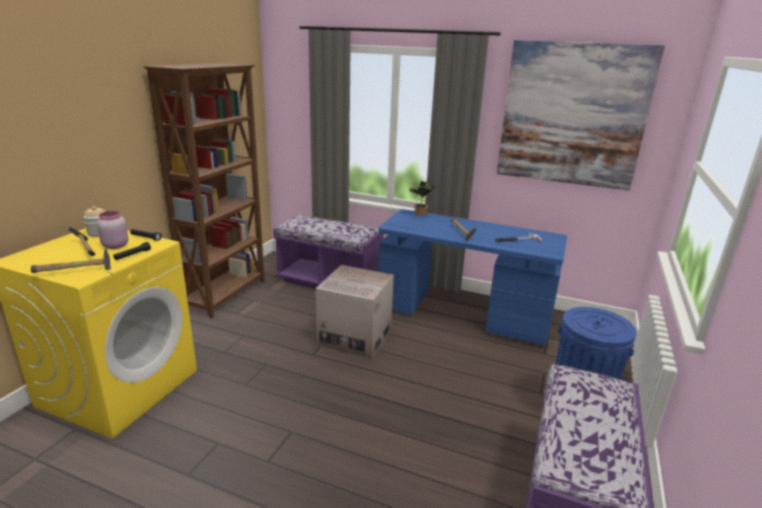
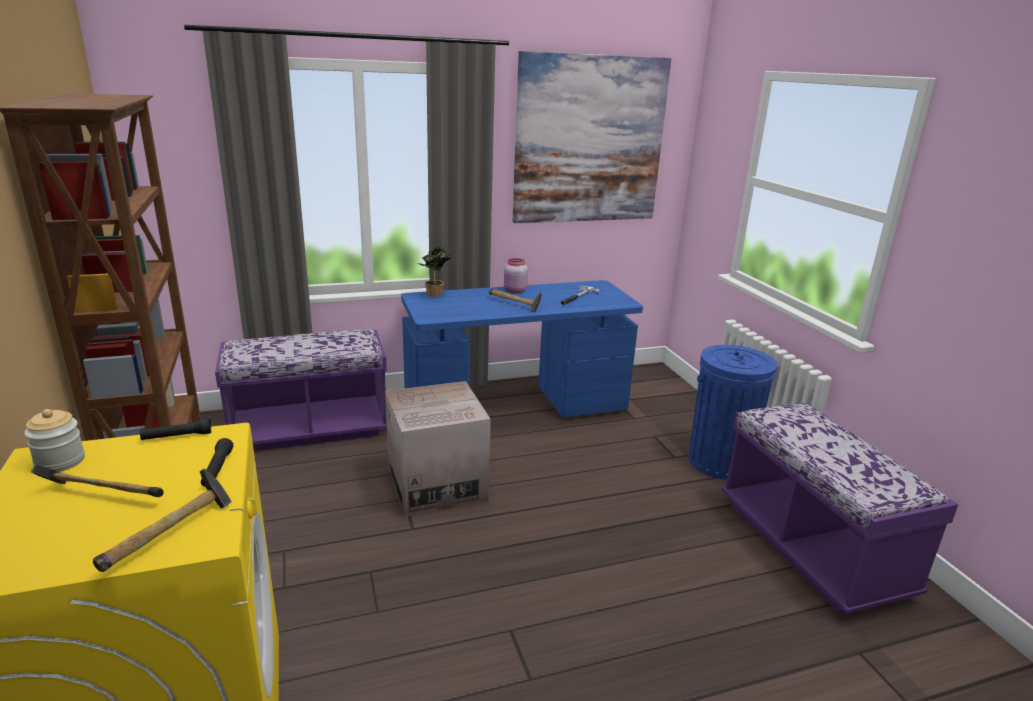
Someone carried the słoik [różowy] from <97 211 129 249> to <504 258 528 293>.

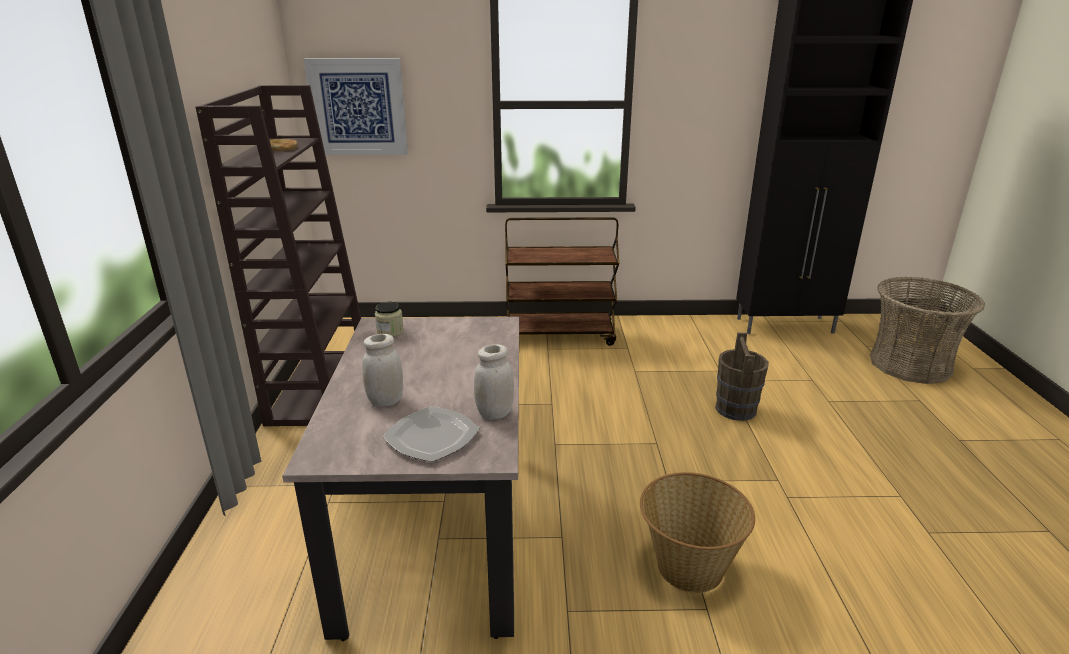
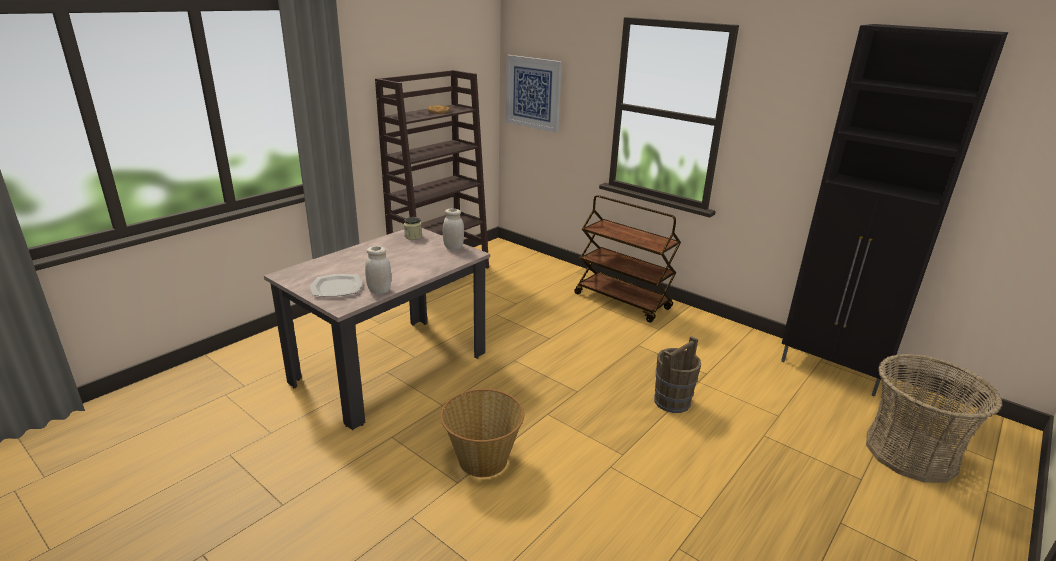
Someone carried the słoik [biały] from <362 334 403 407> to <443 208 464 250>.

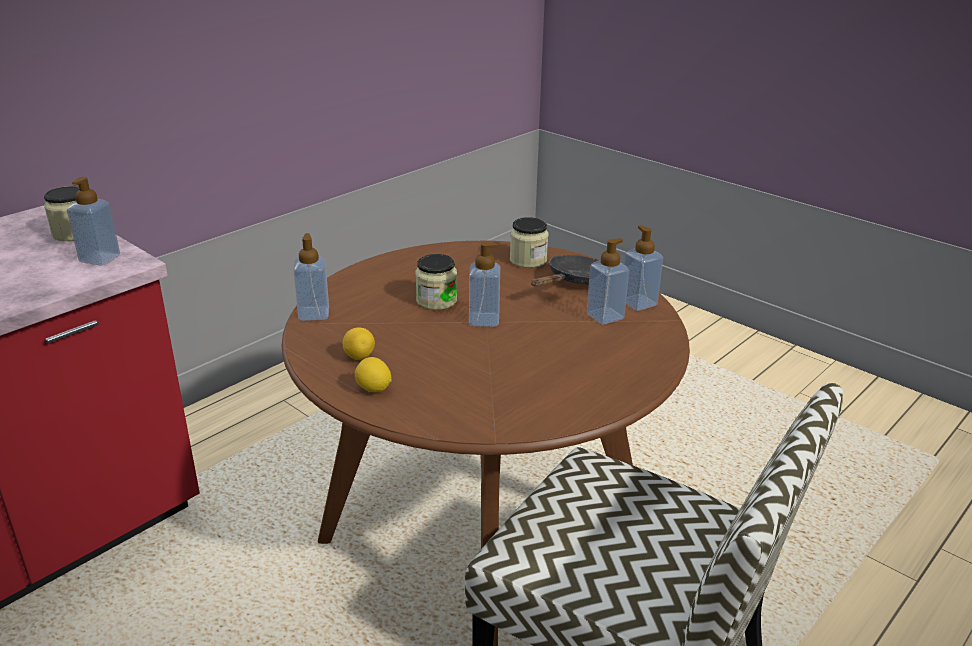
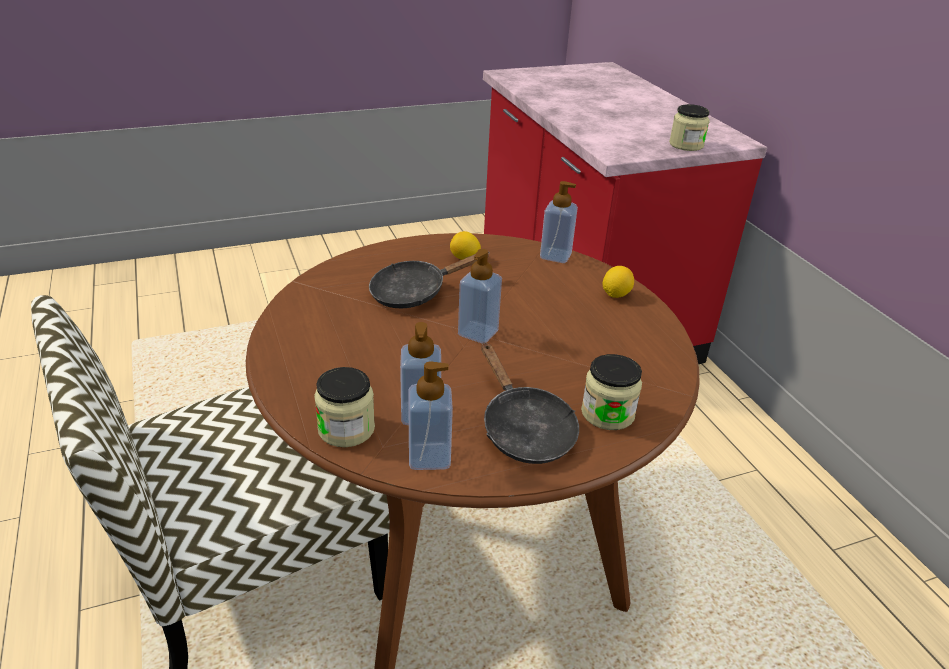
Someone took away the dozownik mydła at <67 177 120 265>. Someone put down the patelnia [czarny] at <369 252 490 308>. Someone carried the cytryna from <355 357 392 392> to <602 266 634 298>. Someone carried the słoik from <415 254 457 310> to <314 367 375 447>.

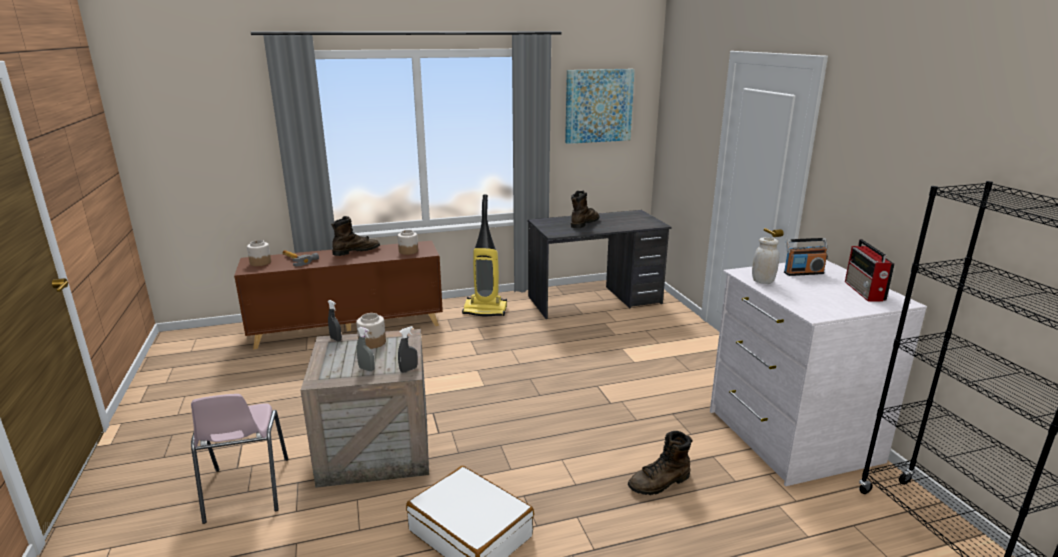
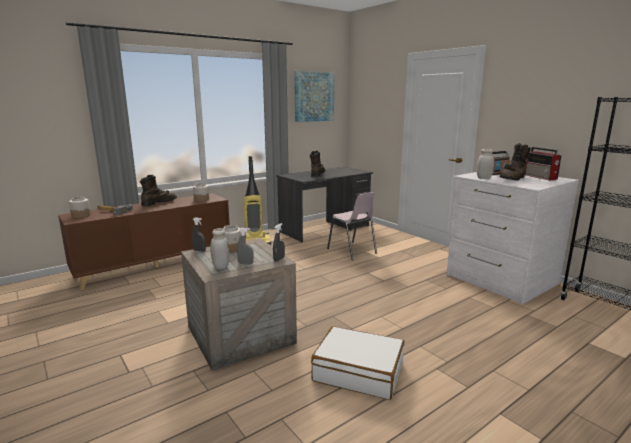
Someone put down the słoik [biały] at <210 228 229 269>. Someone carried the krzesło [różowy] from <191 394 288 524> to <327 192 377 260>. Someone carried the but z cholewką [brązowy] from <628 431 692 495> to <500 143 531 180>.

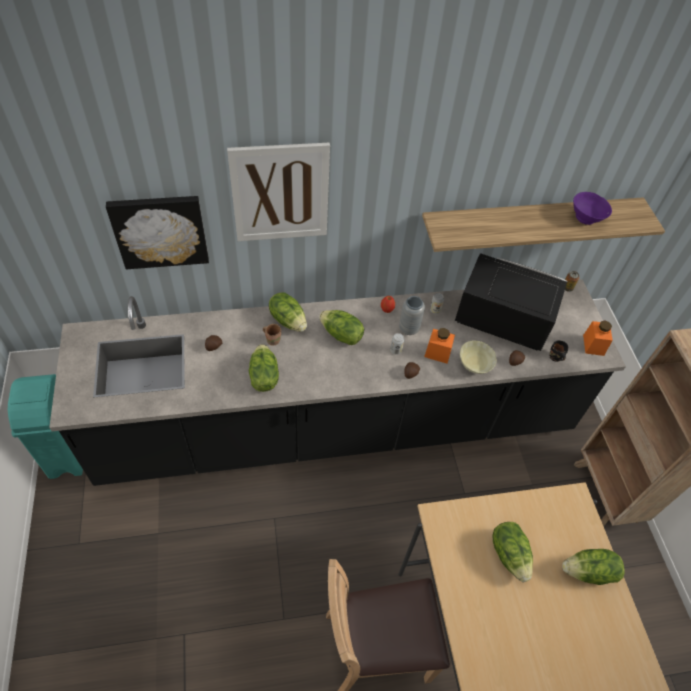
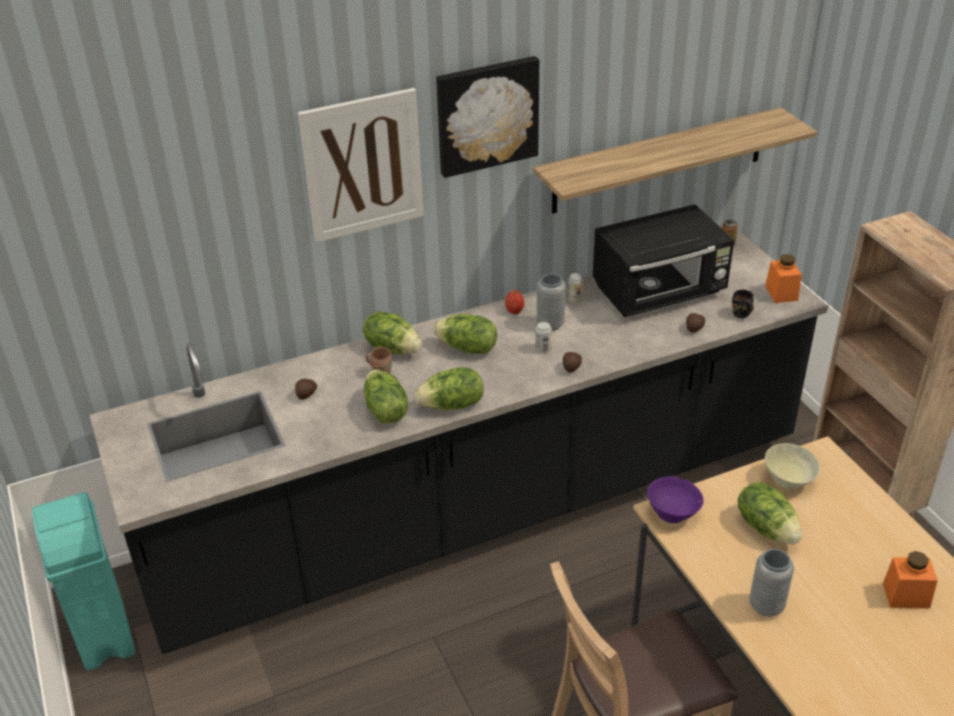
Someone put down the wazon [szary] at <749 549 794 617>. Someone carried the obraz from <106 196 209 269> to <436 56 539 178>. Someone carried the słoik [pomarańczowy] from <424 328 455 364> to <883 551 938 609>. Someone carried the miska [beżowy] from <460 340 497 374> to <765 443 820 489>. Someone carried the sałata from <562 549 625 585> to <414 367 484 410>. Someone carried the miska [fioletowy] from <573 192 612 225> to <647 476 704 523>. Someone rotated the mikrofalówka [czarny] at <455 253 567 351> by 150 degrees clockwise.

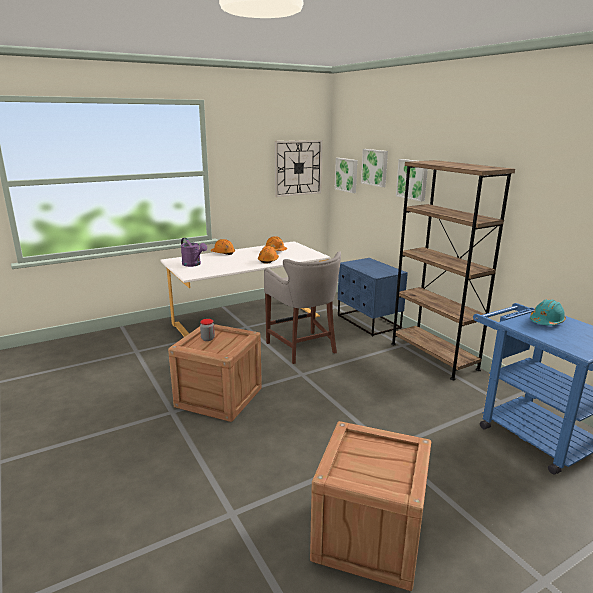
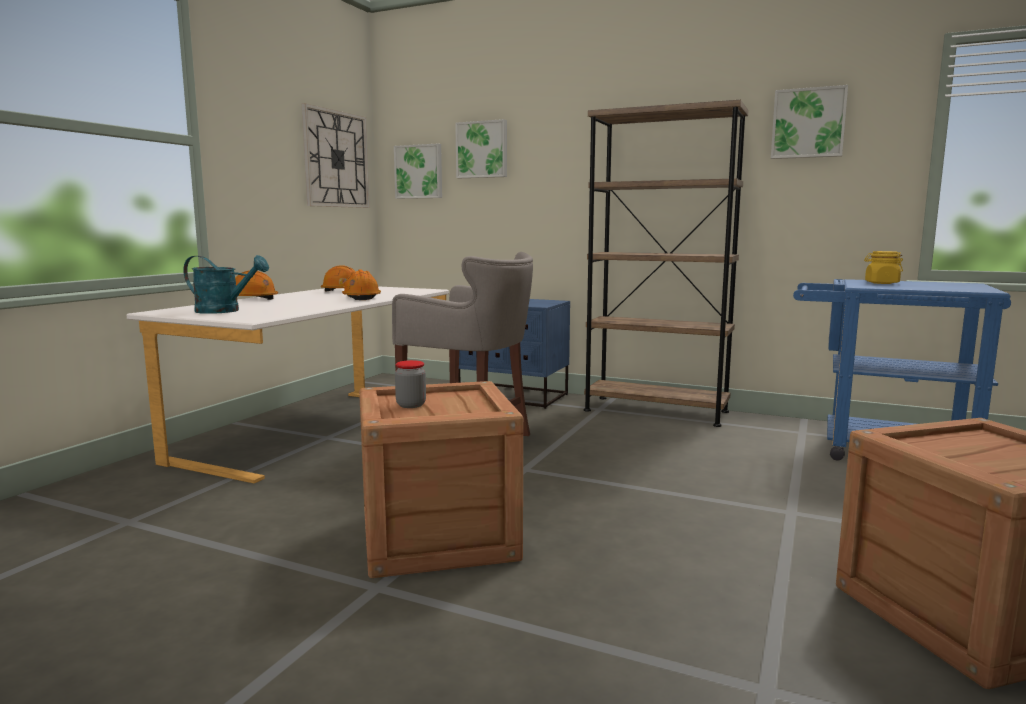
Someone carried the obraz from <396 159 428 202> to <771 85 848 159>. Someone swapped the kask [turkusowy] at <530 299 566 326> for the słoik [żółty] at <864 251 903 284>. Someone repainted the konewka [fioletowy] at <181 238 207 267>, which became the konewka [turkusowy] at <183 255 269 314>.

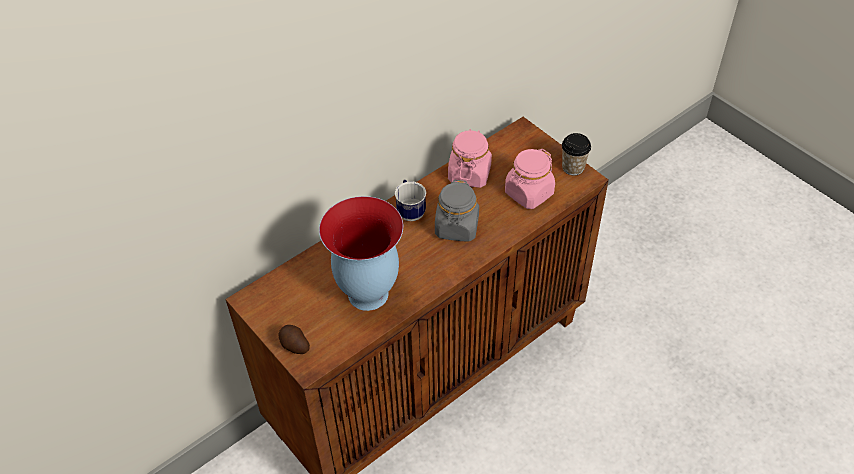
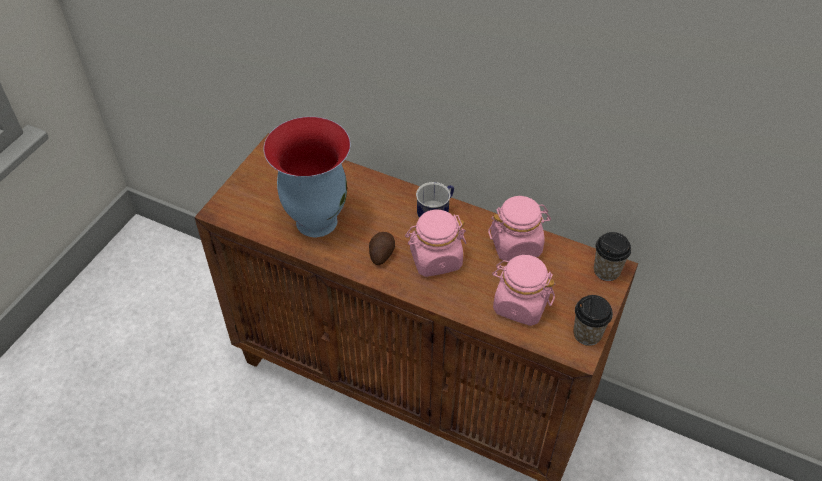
Someone put down the filiżanka at <594 232 631 281>. Someone carried the ziemniak from <279 325 310 354> to <369 232 395 265>. Someone repainted the słoik [szary] at <435 180 479 242>, which became the słoik [różowy] at <405 210 467 277>.

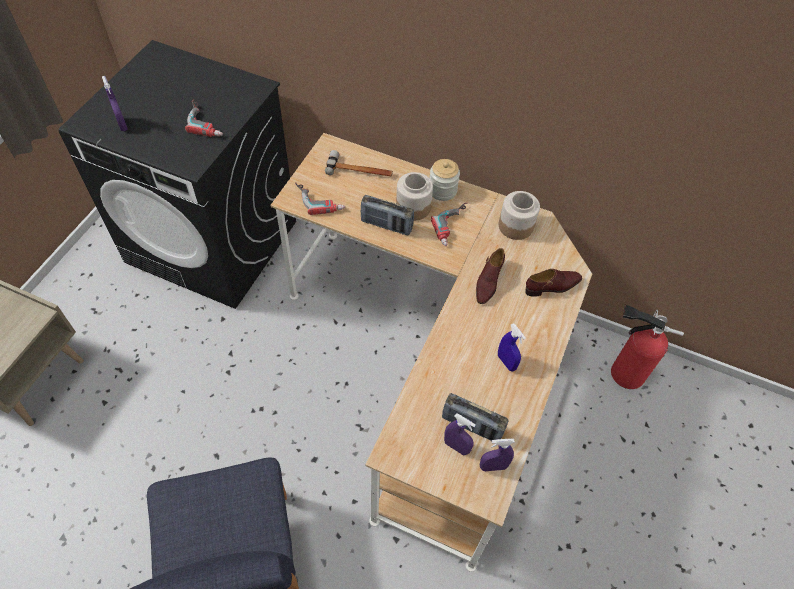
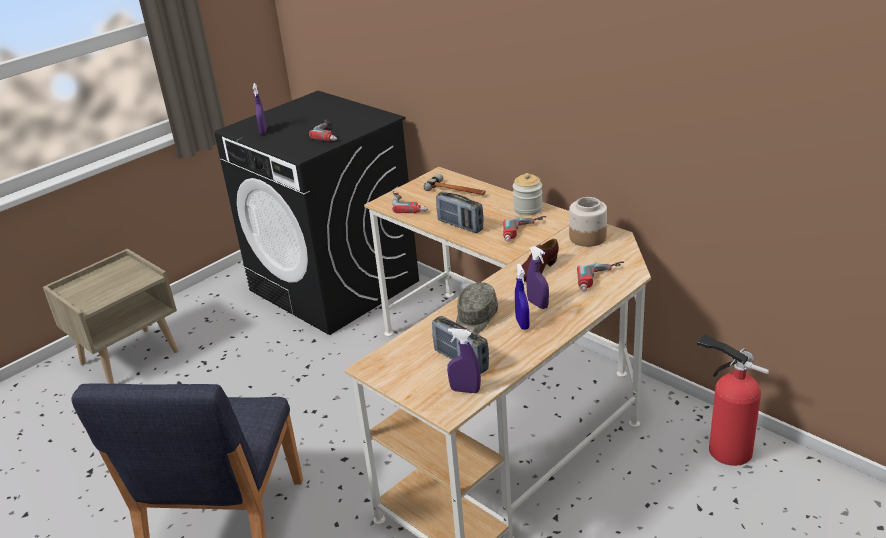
Someone took away the słoik at <396 172 433 221>. Someone put down the czapka z daszkiem [szary] at <456 282 498 334>. Someone carried the spryskiwacz [fioletowy] from <444 413 476 455> to <526 246 549 309>. Someone swapped the but [brązowy] at <525 269 582 297> for the wiertarka at <577 261 624 292>.

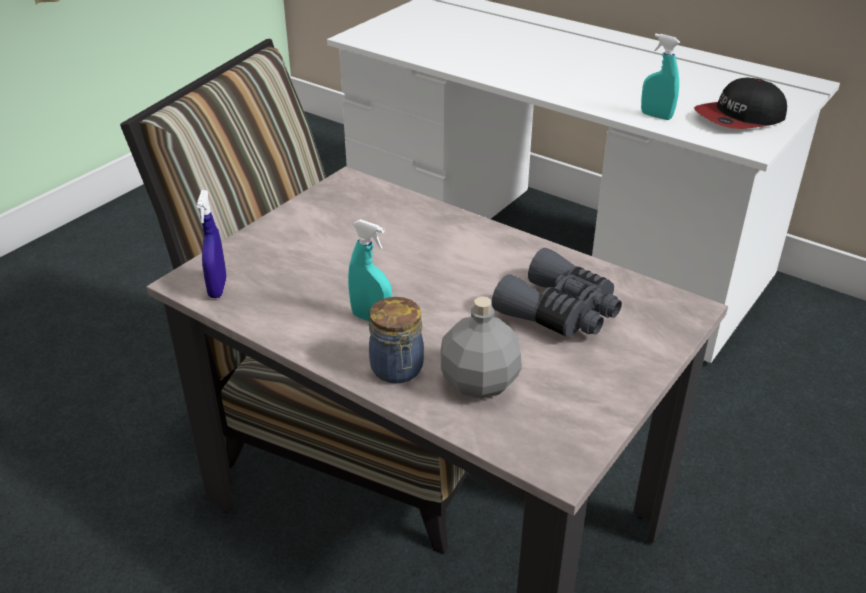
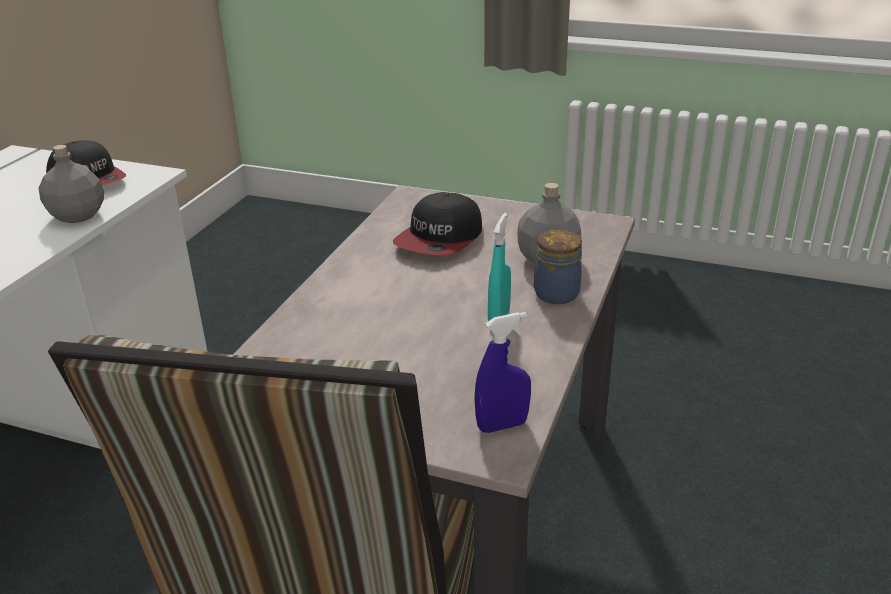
Someone swapped the lornetka [szary] at <492 248 622 337> for the czapka z daszkiem at <393 192 482 255>. Someone swapped the spryskiwacz [turkusowy] at <641 33 680 120> for the butelka [szary] at <39 145 104 223>.

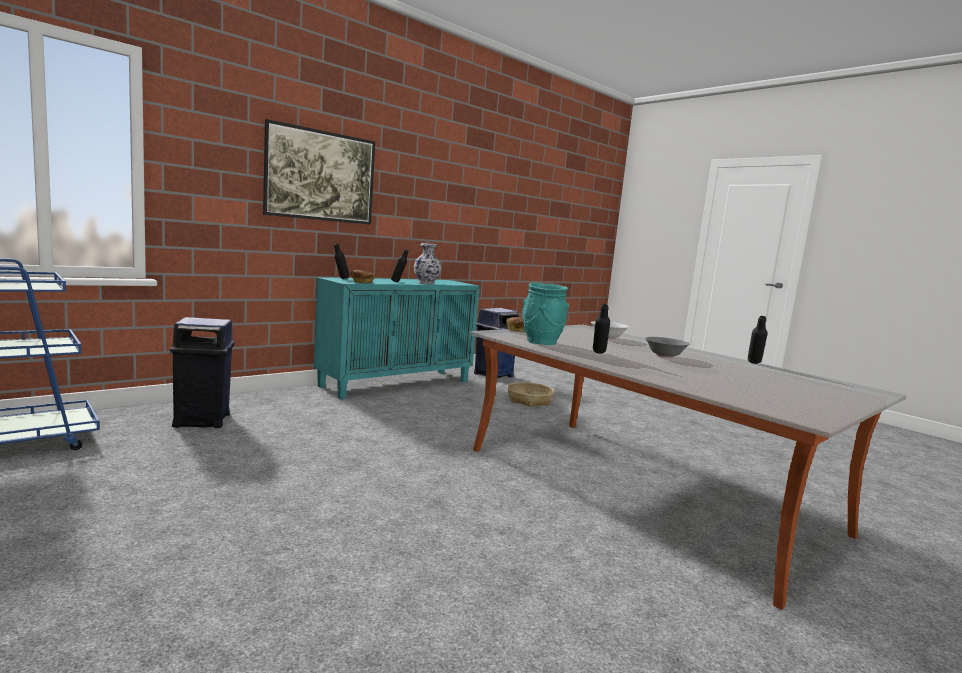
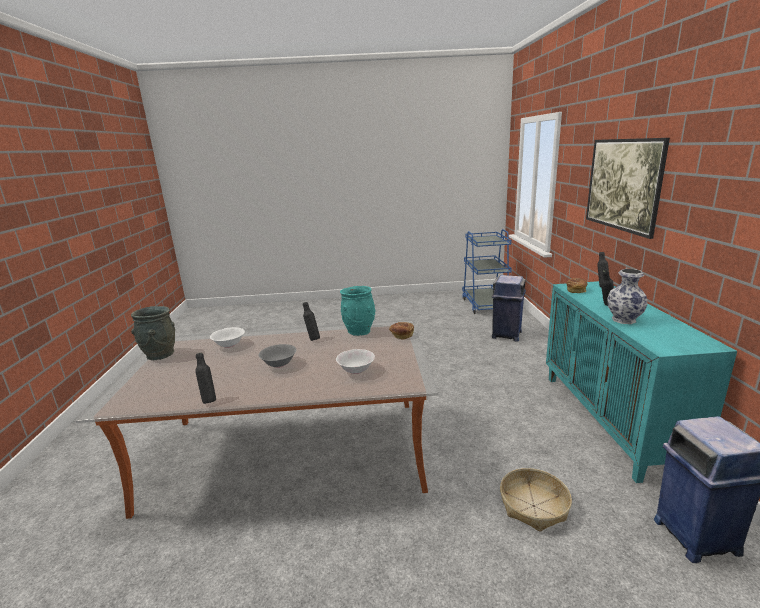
Someone put down the wazon [szary] at <131 306 175 360>. Someone put down the miska [biały] at <210 327 245 348>.

